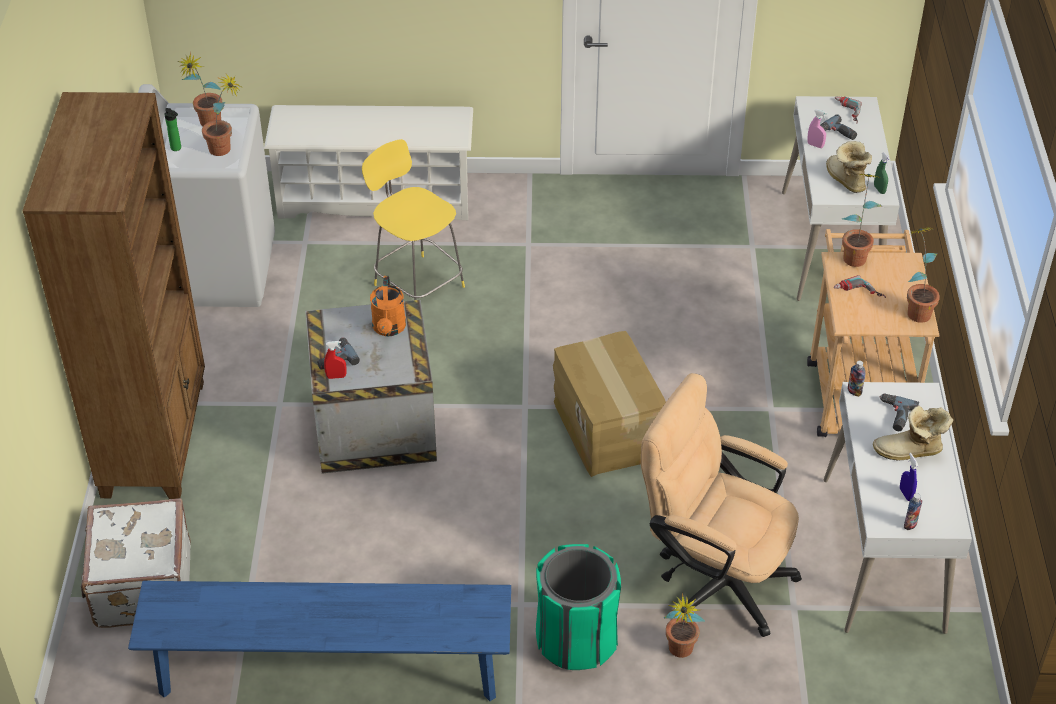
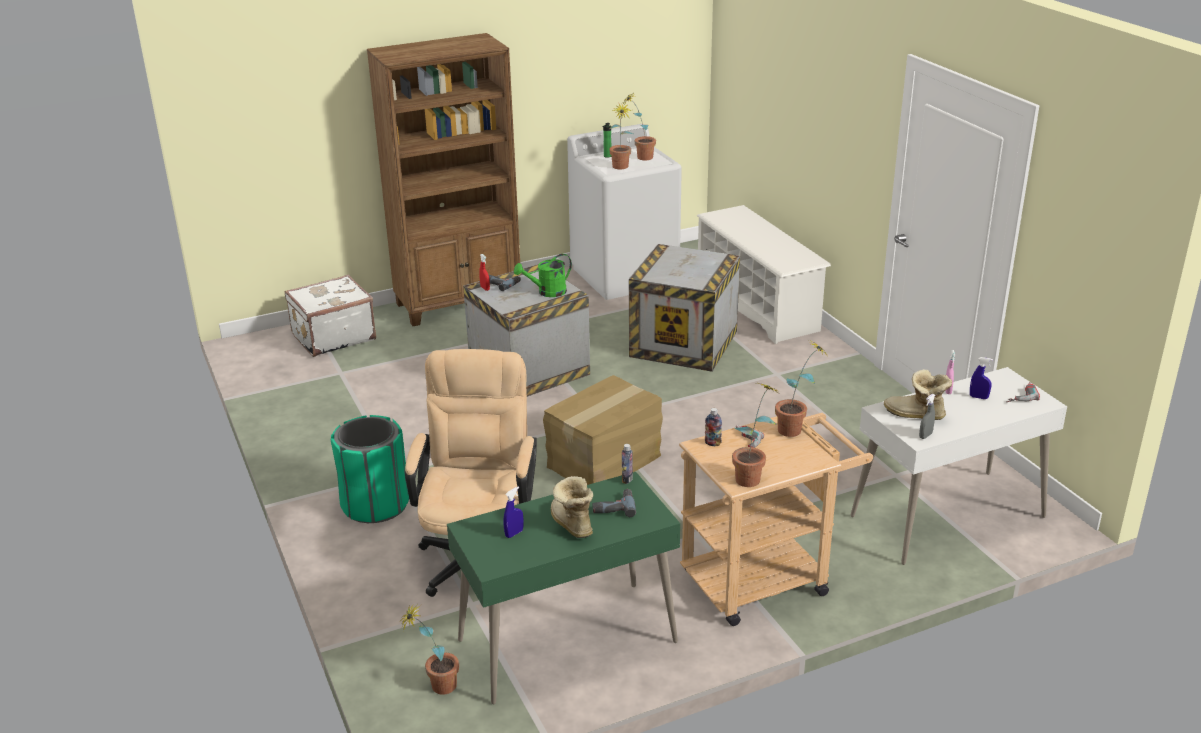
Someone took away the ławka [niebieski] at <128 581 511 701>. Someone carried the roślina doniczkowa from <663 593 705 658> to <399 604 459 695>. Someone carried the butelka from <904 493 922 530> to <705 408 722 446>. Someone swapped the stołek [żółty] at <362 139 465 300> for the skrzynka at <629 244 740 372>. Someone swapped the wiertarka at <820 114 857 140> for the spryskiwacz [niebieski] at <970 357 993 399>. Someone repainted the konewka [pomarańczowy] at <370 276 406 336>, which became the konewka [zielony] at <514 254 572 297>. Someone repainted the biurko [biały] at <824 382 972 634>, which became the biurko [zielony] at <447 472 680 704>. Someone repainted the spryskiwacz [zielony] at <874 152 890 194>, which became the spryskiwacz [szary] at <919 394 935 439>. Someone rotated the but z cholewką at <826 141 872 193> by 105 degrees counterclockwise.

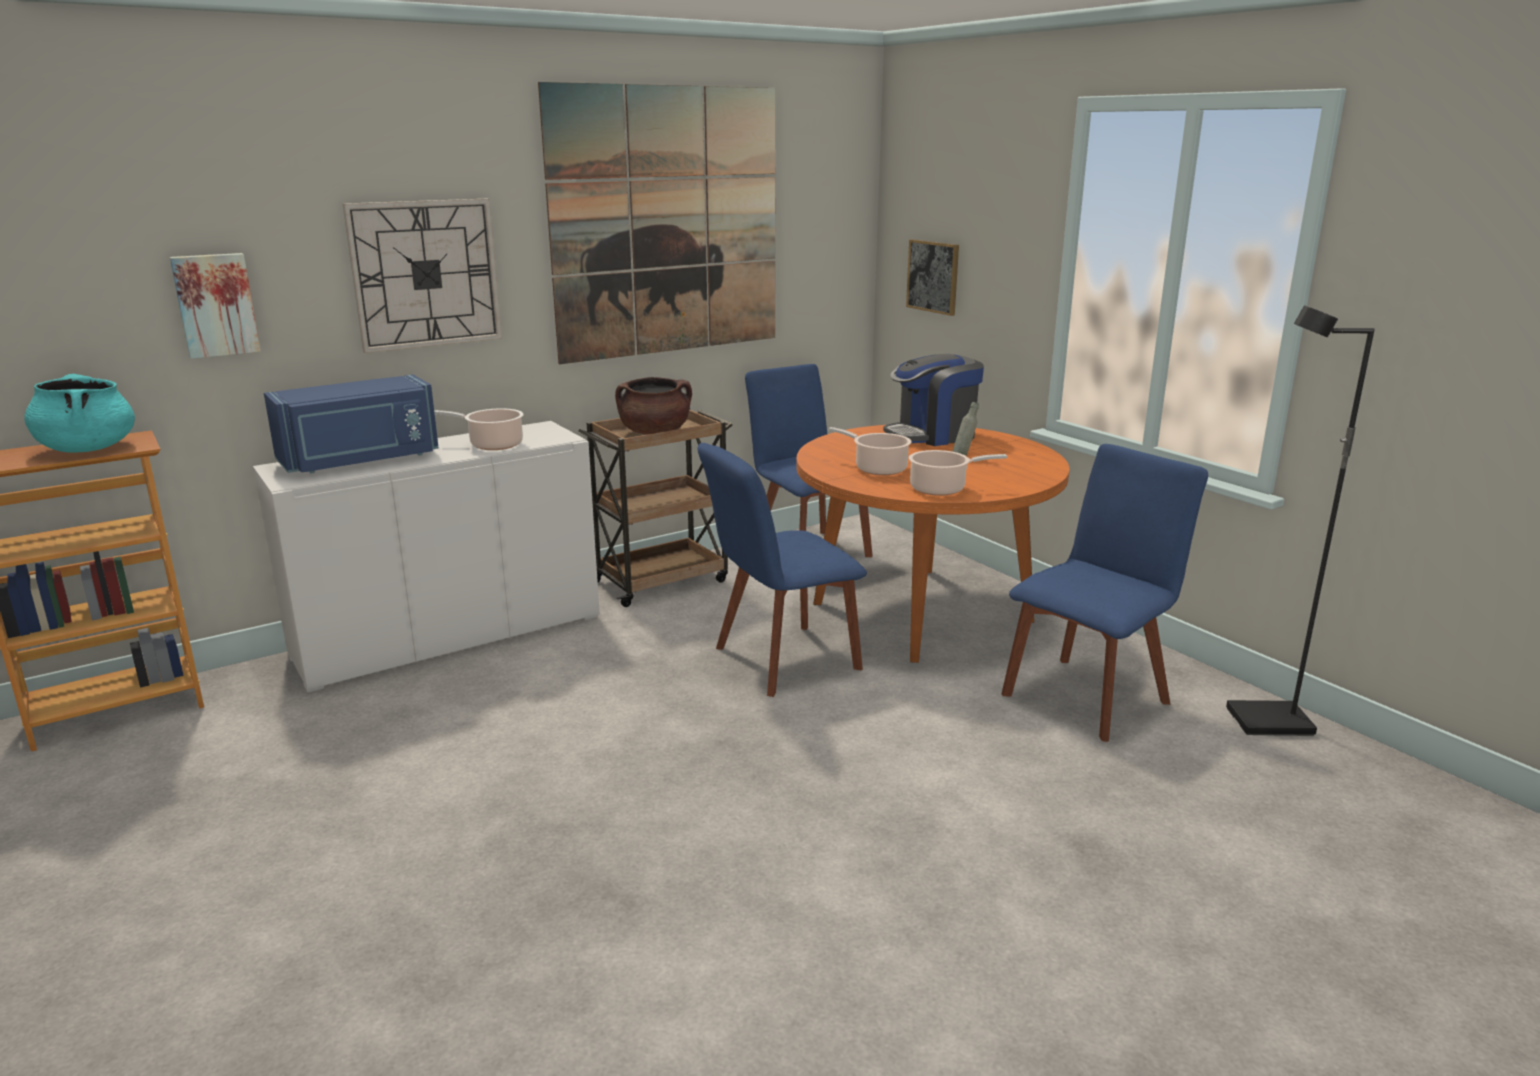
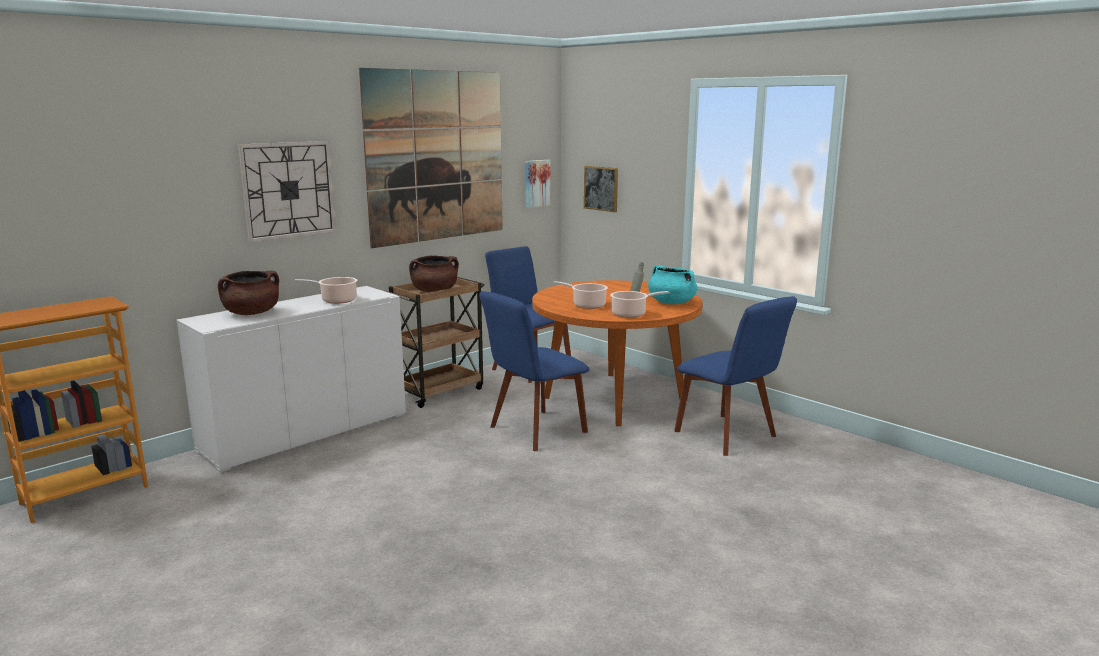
Someone took away the ekspres do kawy at <883 354 984 446>. Someone took away the lampa stojąca [czarny] at <1226 305 1375 736>. Someone carried the garnek [turkusowy] from <24 374 135 453> to <648 265 697 304>. Someone carried the obraz from <170 253 261 359> to <525 160 550 208>. Someone swapped the mikrofalówka [niebieski] at <264 375 439 473> for the garnek [brązowy] at <218 271 279 315>. Someone rotated the krzesło [niebieski] at <1001 444 1208 742> by 105 degrees clockwise.

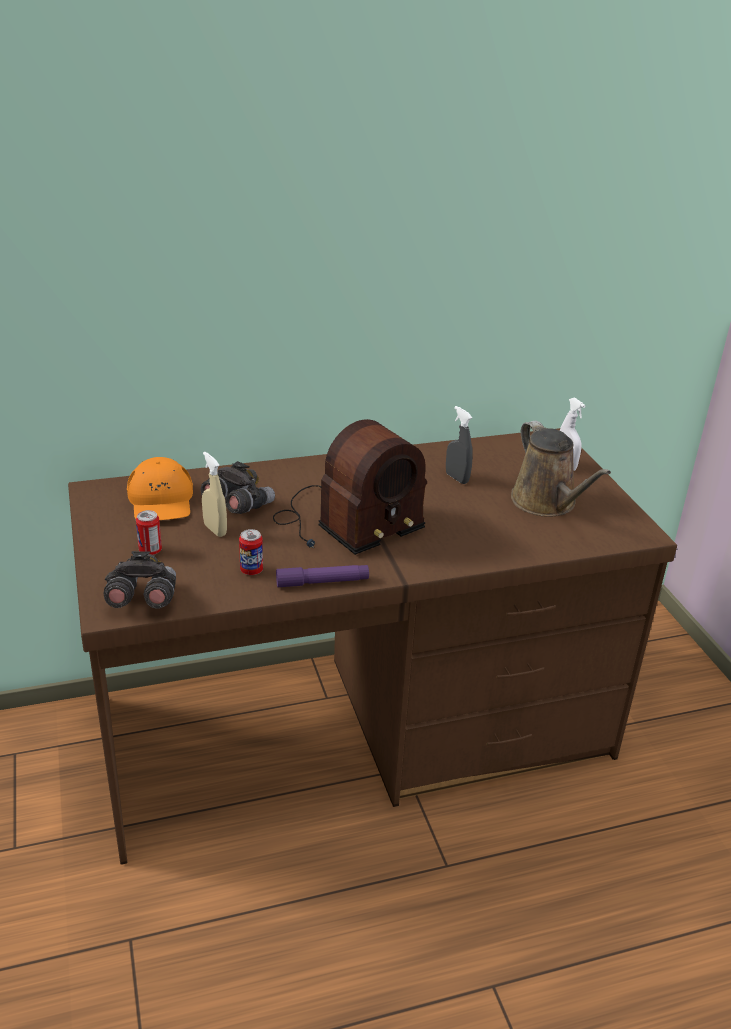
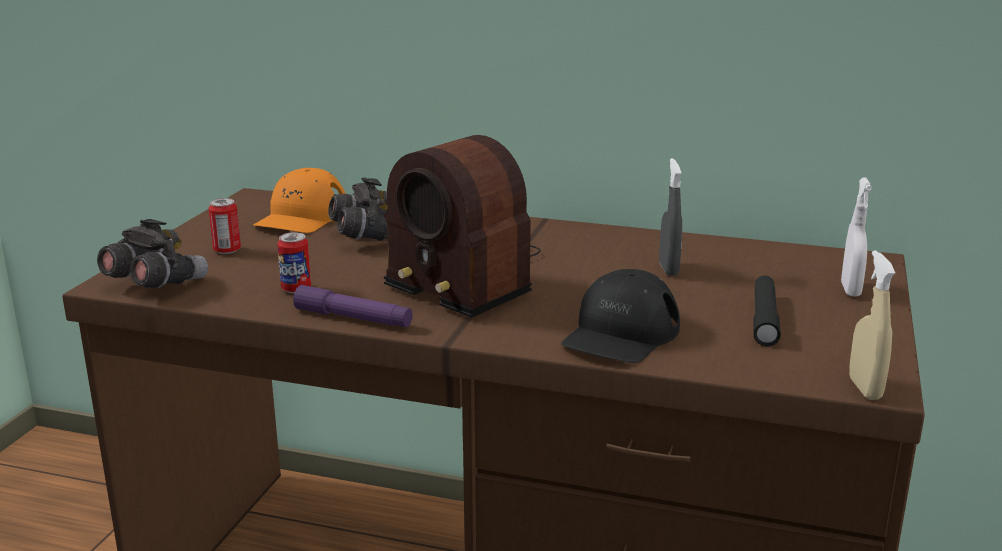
Someone put down the czapka z daszkiem [czarny] at <561 269 680 363>. Someone carried the spryskiwacz [beżowy] from <202 452 227 537> to <849 250 895 400>. Someone swapped the konewka [brązowy] at <511 420 611 517> for the latarka [czarny] at <753 275 781 346>. Someone rotated the radio at <273 419 427 555> by 45 degrees clockwise.

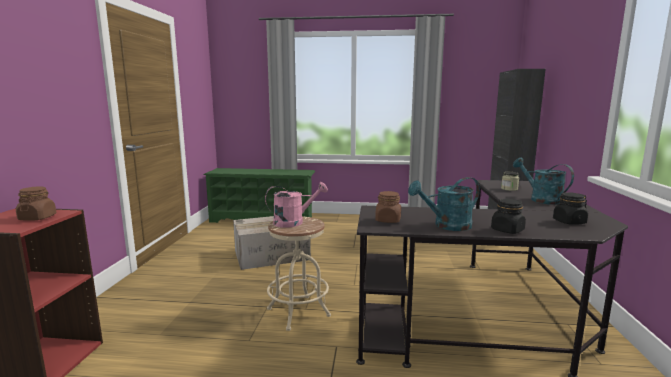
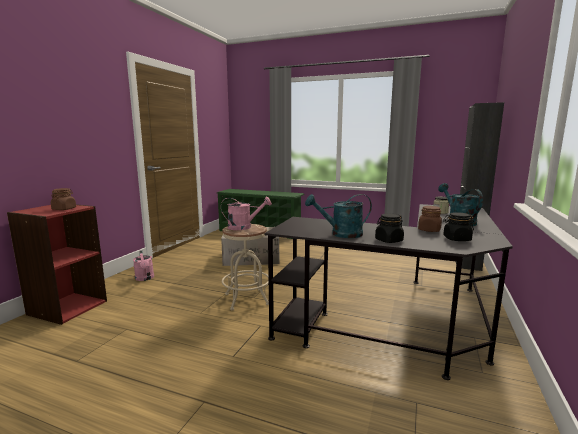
Someone put down the konewka [różowy] at <133 251 154 281>. Someone carried the słoik [brązowy] from <375 191 401 223> to <418 206 442 232>.

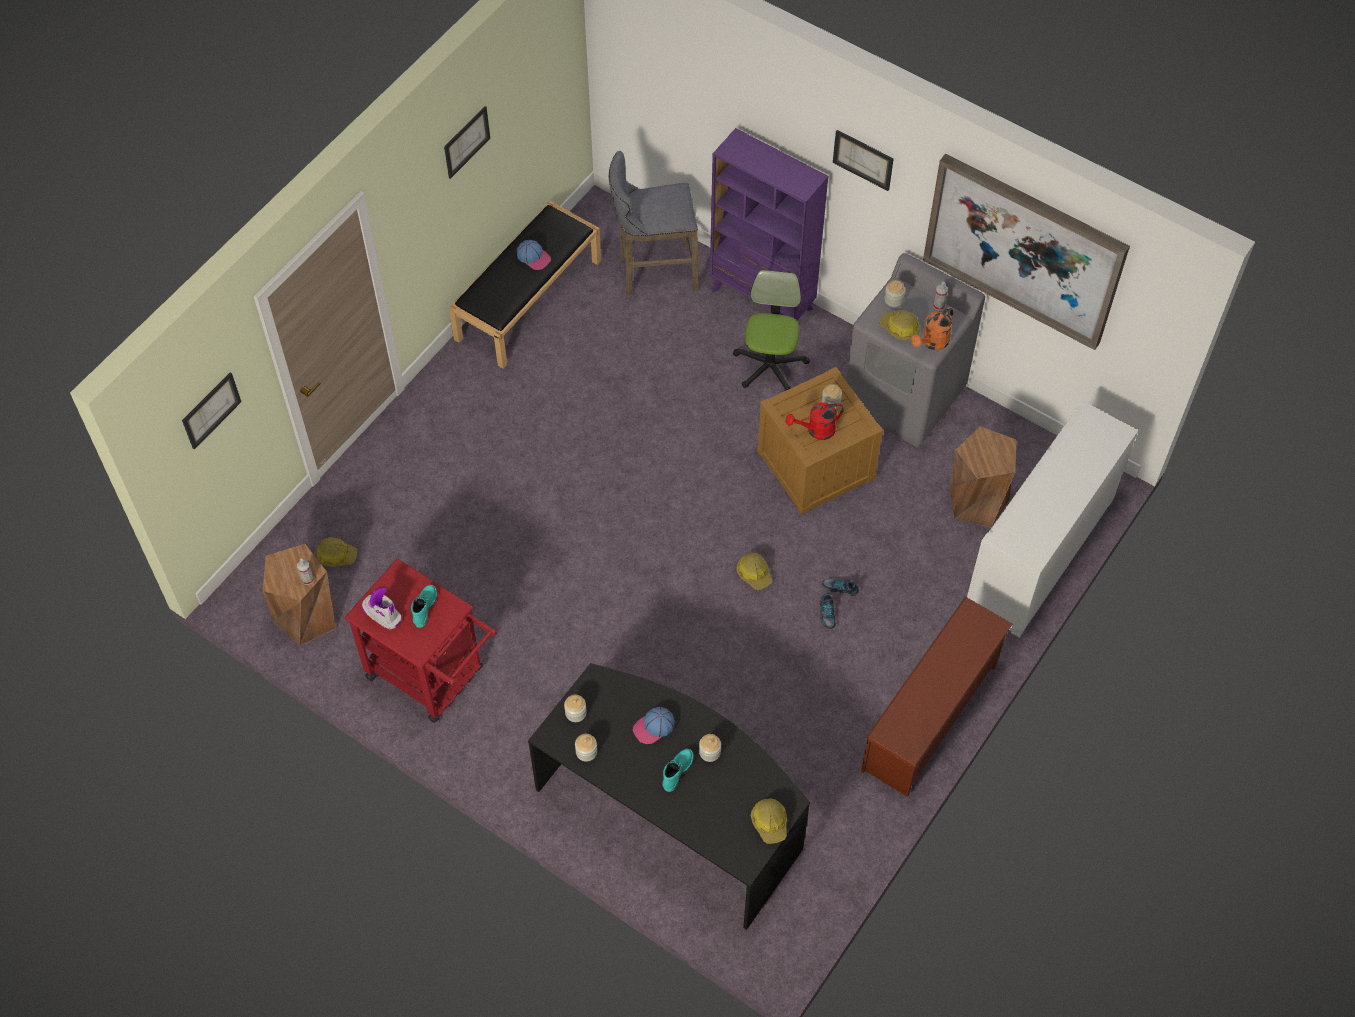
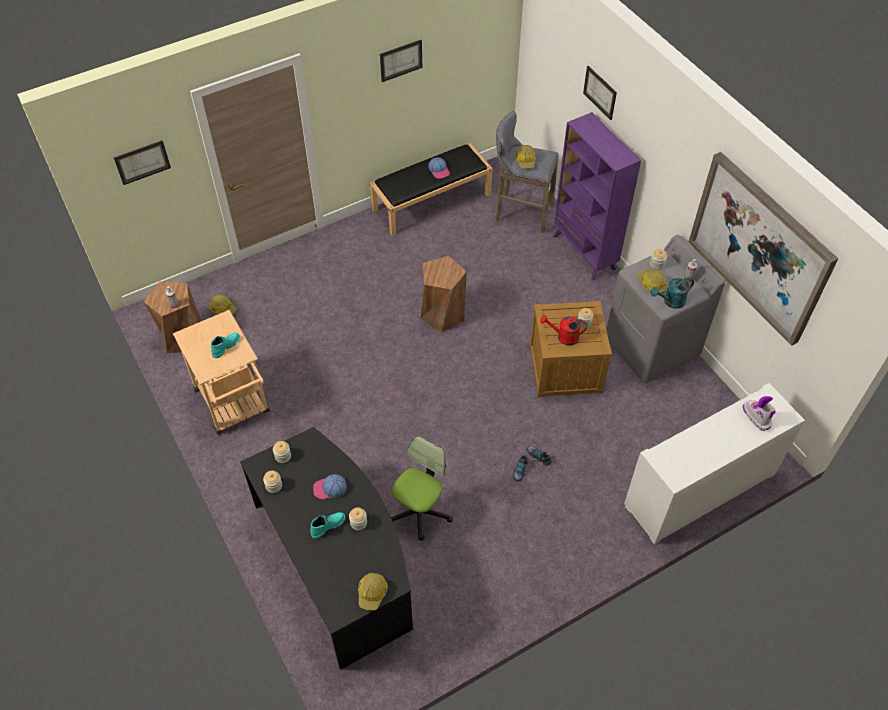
Someone took away the regał na buty [brązowy] at <861 597 1013 797>. Someone carried the but z cholewką from <361 588 402 630> to <743 396 776 431>. Someone carried the krzesło biurowe from <733 270 810 391> to <391 436 453 541>. Someone carried the kask from <737 553 772 590> to <515 145 536 168>. Someone carried the obraz from <833 130 894 191> to <583 66 617 120>. Someone carried the stołek [brązowy] from <950 426 1017 527> to <421 255 467 332>. Someone repainted the wózek [czerwony] at <344 558 497 723>, which became the wózek [beżowy] at <173 310 270 435>. Someone repainted the konewka [pomarańczowy] at <911 307 954 350>, which became the konewka [turkusowy] at <651 277 694 309>.

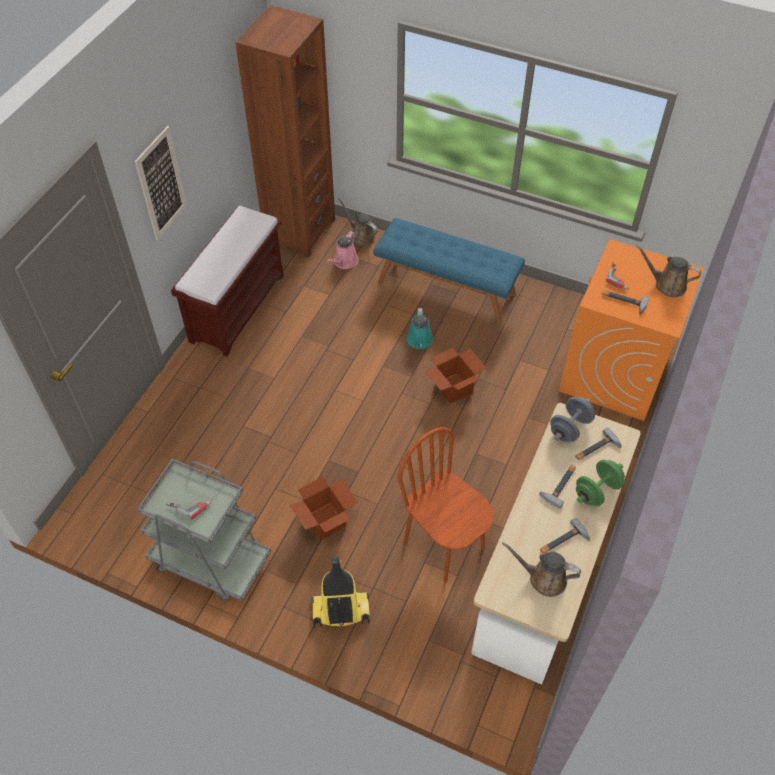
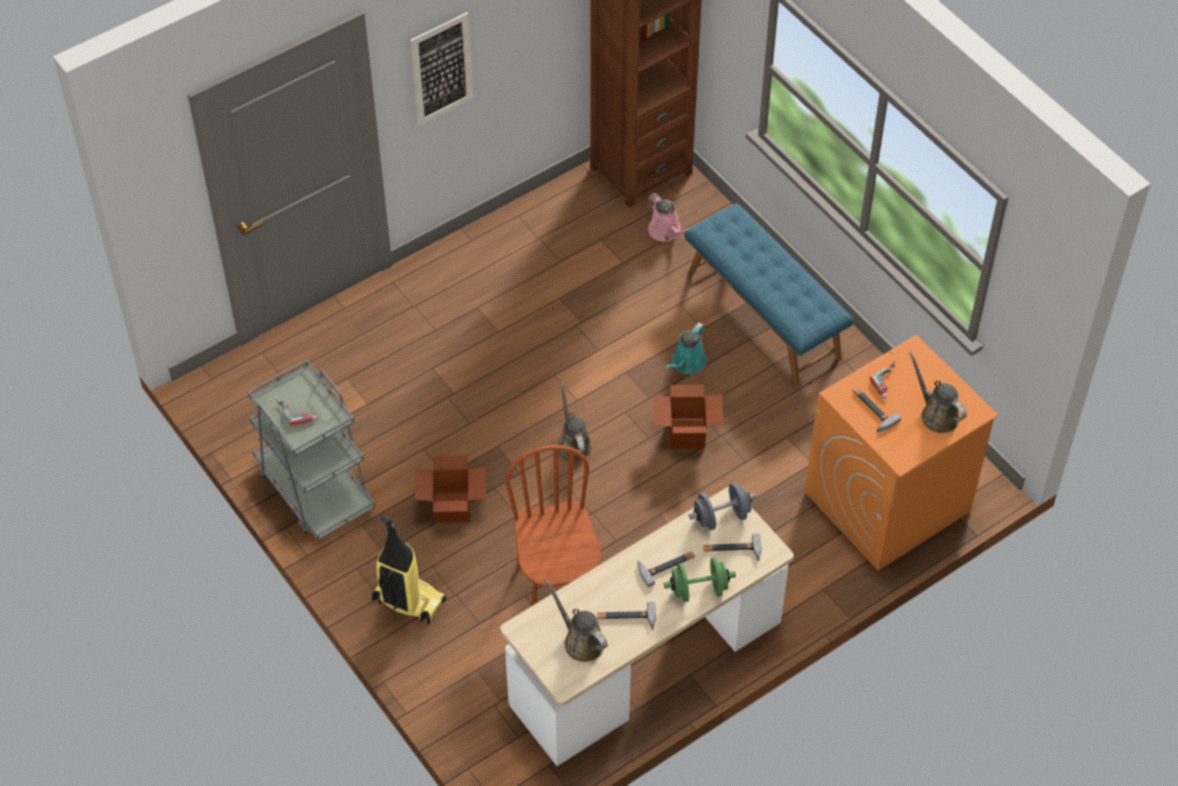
Someone took away the ławka [brązowy] at <171 205 284 357>. Someone carried the konewka [brązowy] from <338 198 378 247> to <558 382 592 462>. Someone rotated the konewka [różowy] at <327 231 359 269> by 90 degrees counterclockwise.

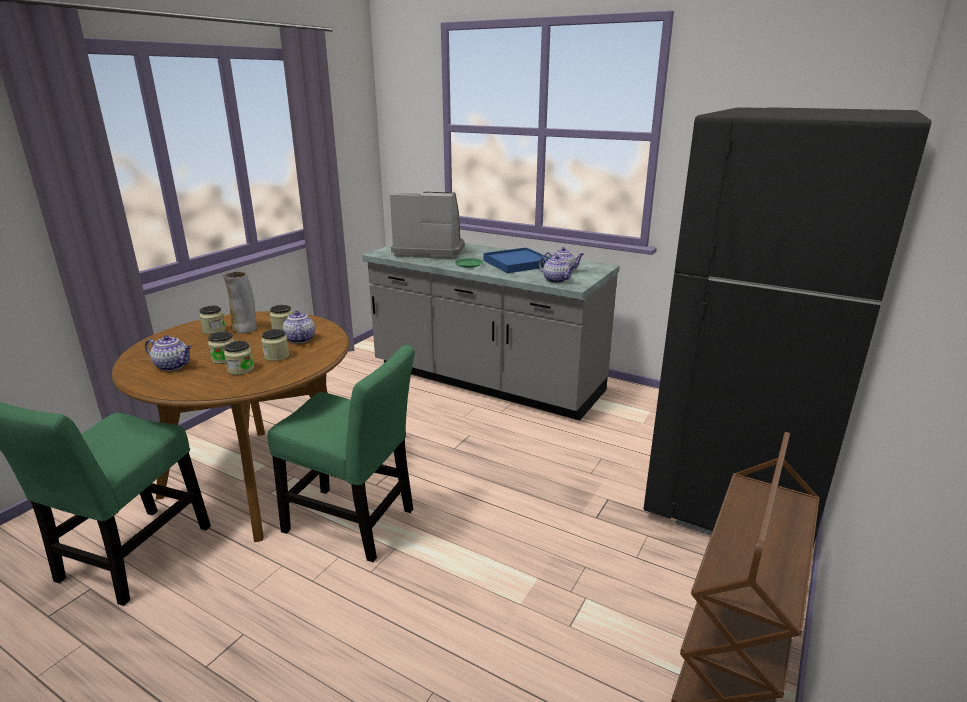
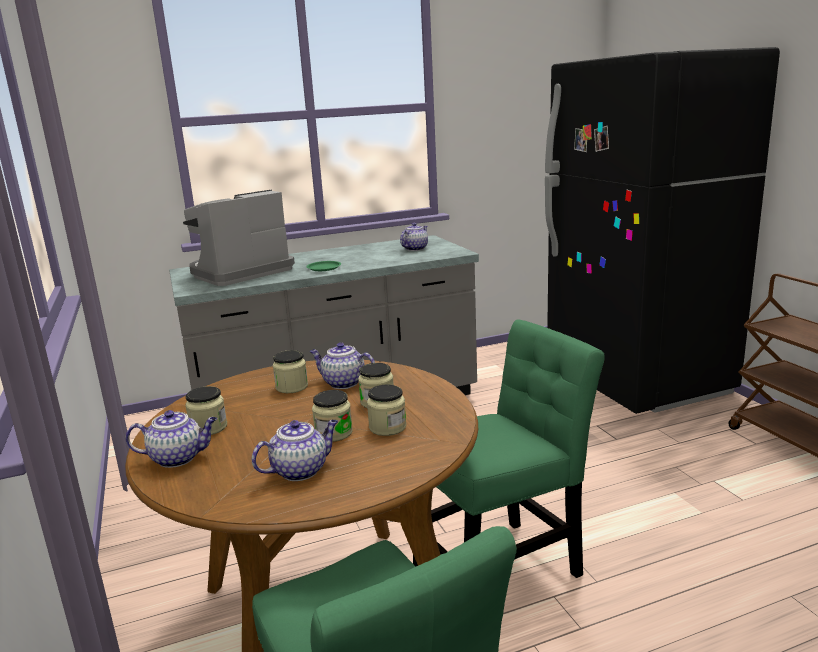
Someone took away the wazon at <223 272 257 333>. Someone took away the taca [niebieski] at <483 247 550 273>. Someone carried the imbryk from <539 255 575 283> to <125 410 217 468>.

